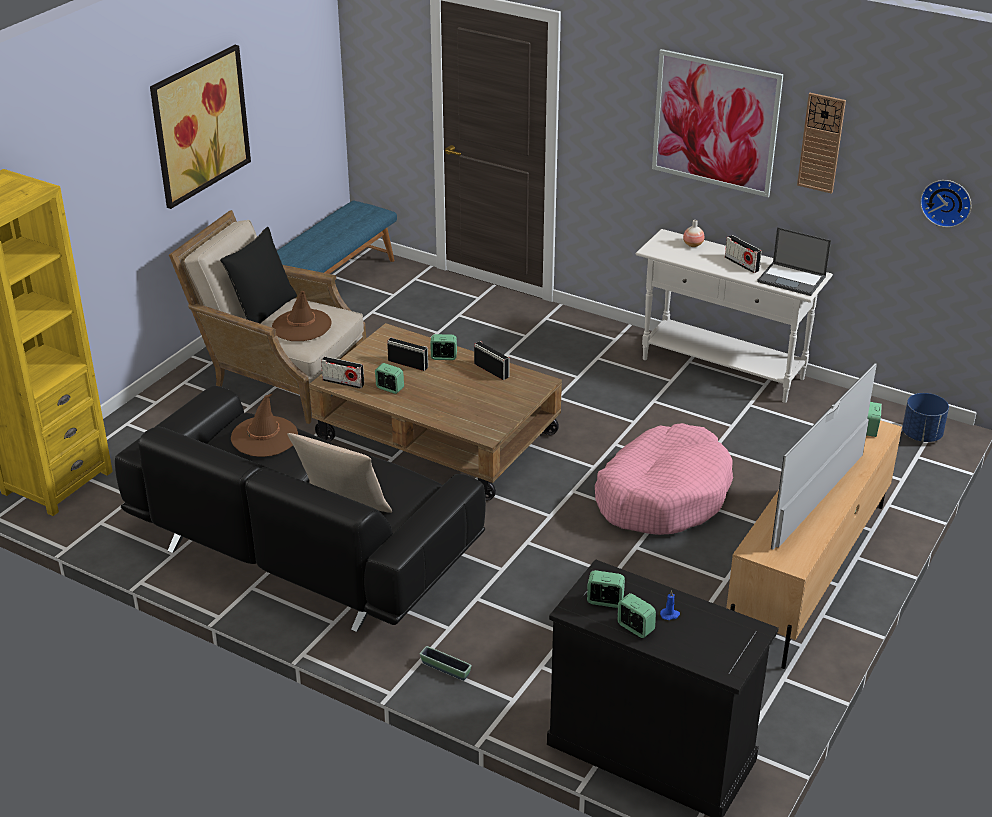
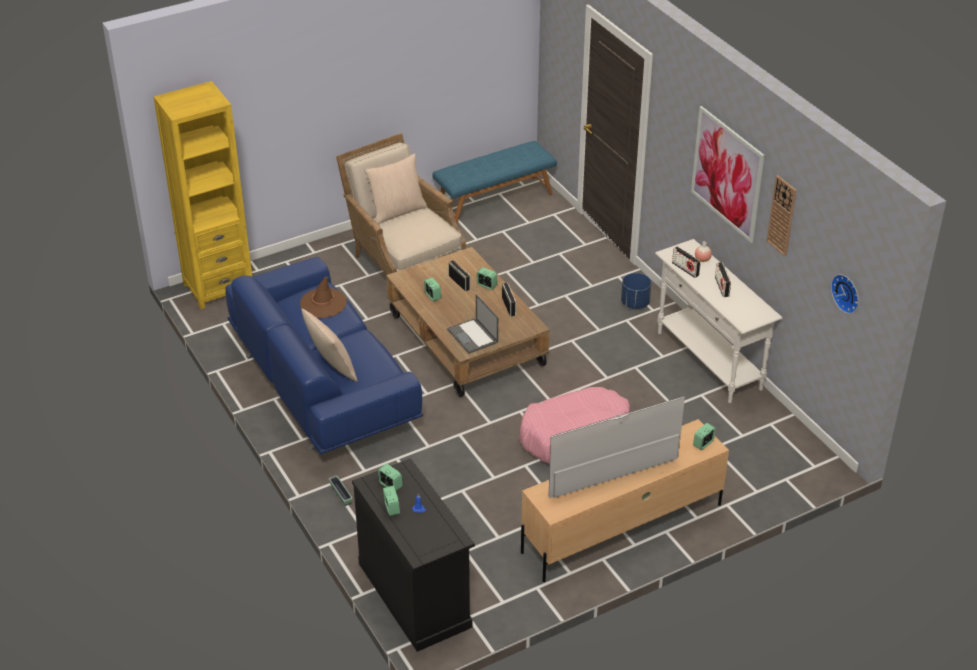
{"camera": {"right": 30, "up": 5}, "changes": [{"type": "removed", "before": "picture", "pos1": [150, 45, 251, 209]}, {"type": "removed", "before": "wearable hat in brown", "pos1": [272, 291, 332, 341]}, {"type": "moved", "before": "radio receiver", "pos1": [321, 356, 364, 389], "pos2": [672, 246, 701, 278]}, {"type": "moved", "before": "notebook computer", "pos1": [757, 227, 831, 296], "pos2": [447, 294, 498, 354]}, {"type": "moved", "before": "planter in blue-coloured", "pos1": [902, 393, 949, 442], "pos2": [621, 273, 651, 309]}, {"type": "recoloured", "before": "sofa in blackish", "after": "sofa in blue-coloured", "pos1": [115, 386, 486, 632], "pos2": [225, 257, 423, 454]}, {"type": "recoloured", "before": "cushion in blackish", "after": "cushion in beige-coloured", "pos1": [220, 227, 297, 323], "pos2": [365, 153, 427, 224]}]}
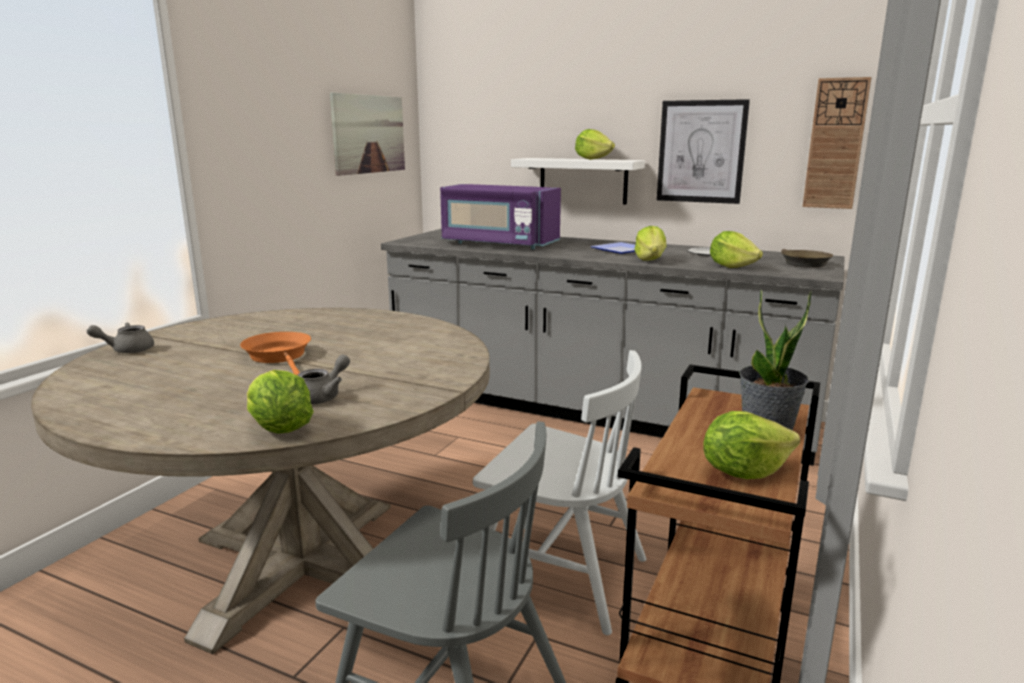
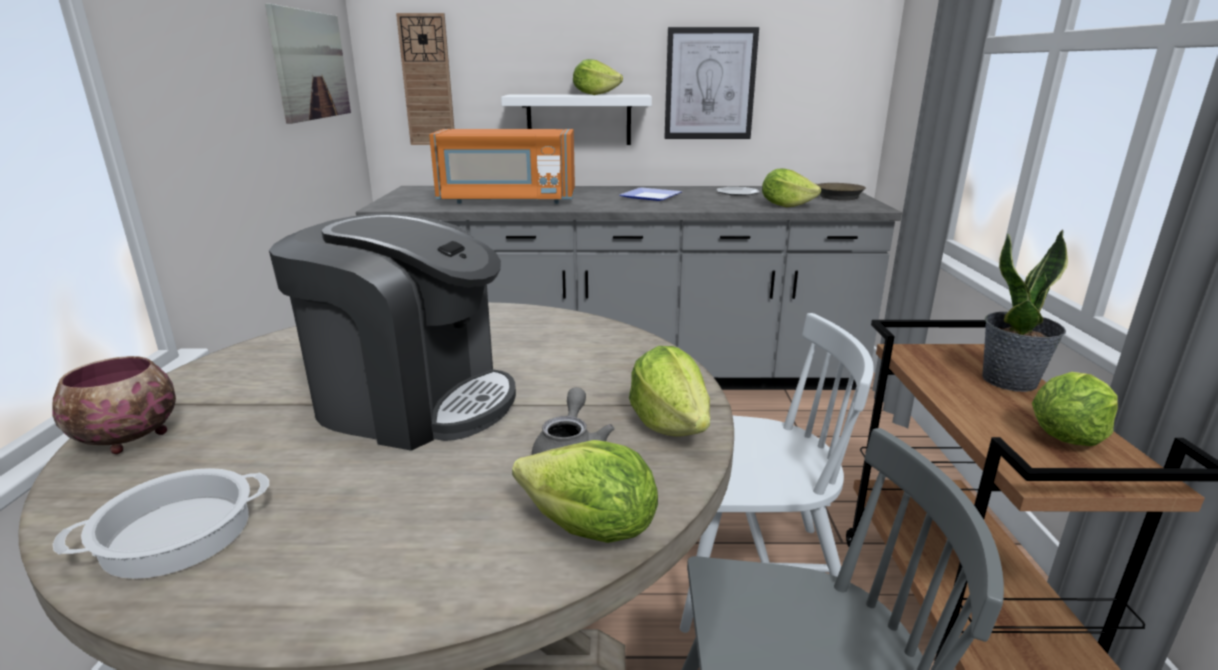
{"camera": {"right": -25, "up": 5}, "changes": [{"type": "added", "after": "saucepot", "pos2": [53, 468, 269, 579]}, {"type": "moved", "before": "lettuce", "pos1": [634, 226, 666, 261], "pos2": [629, 346, 710, 436]}, {"type": "moved", "before": "wall clock", "pos1": [803, 77, 871, 209], "pos2": [396, 13, 454, 145]}, {"type": "replaced", "before": "teapot in grey", "after": "deep dish", "pos1": [87, 323, 154, 353], "pos2": [52, 356, 176, 454]}, {"type": "replaced", "before": "pan in orangey", "after": "coffee maker", "pos1": [240, 332, 311, 376], "pos2": [269, 213, 516, 451]}, {"type": "recoloured", "before": "kitchen microwave in purple-coloured", "after": "kitchen microwave in orangey", "pos1": [440, 184, 561, 249], "pos2": [429, 129, 575, 204]}]}
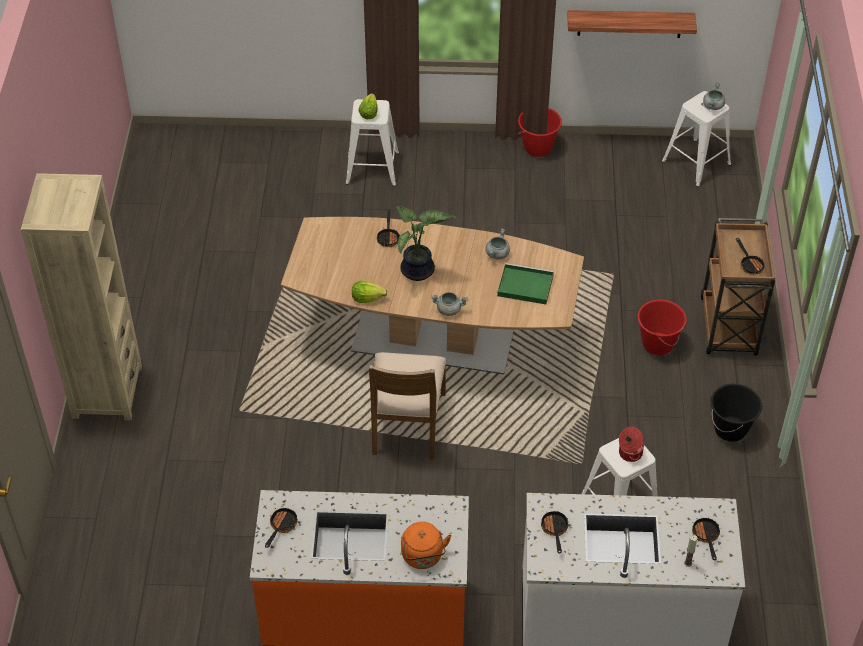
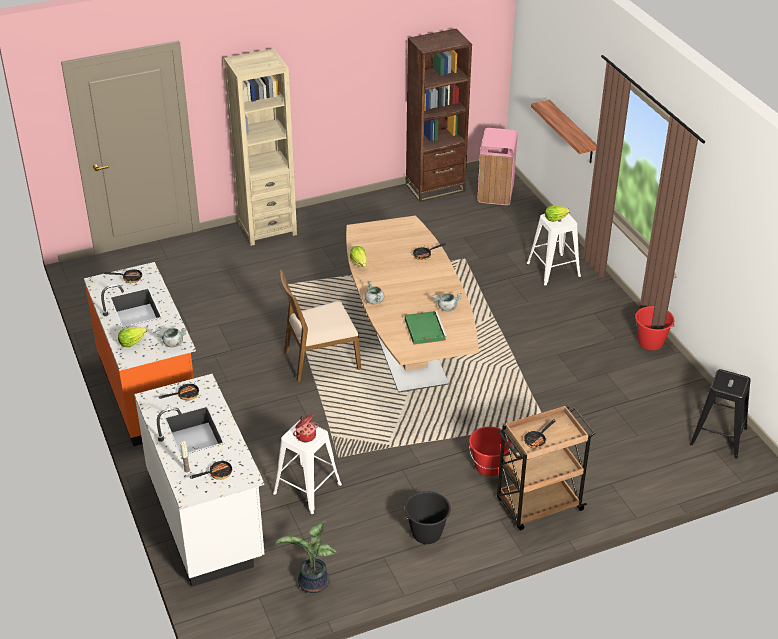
{"camera": {"right": 65, "up": -10}, "changes": [{"type": "added", "after": "bookshelf in brown", "pos2": [406, 29, 472, 202]}, {"type": "added", "after": "waste bin in pinkish", "pos2": [478, 128, 518, 205]}, {"type": "moved", "before": "plant in a pot", "pos1": [396, 206, 456, 281], "pos2": [276, 521, 336, 593]}, {"type": "moved", "before": "shelf", "pos1": [567, 10, 697, 38], "pos2": [531, 100, 597, 163]}, {"type": "moved", "before": "saucepot in grey", "pos1": [703, 82, 725, 110], "pos2": [155, 328, 187, 347]}, {"type": "replaced", "before": "tea kettle in orangey", "after": "lettuce", "pos1": [401, 522, 451, 569], "pos2": [118, 327, 147, 347]}, {"type": "recoloured", "before": "sitting stool in white-coloured", "after": "sitting stool in blackish", "pos1": [662, 91, 731, 187], "pos2": [689, 369, 751, 459]}]}
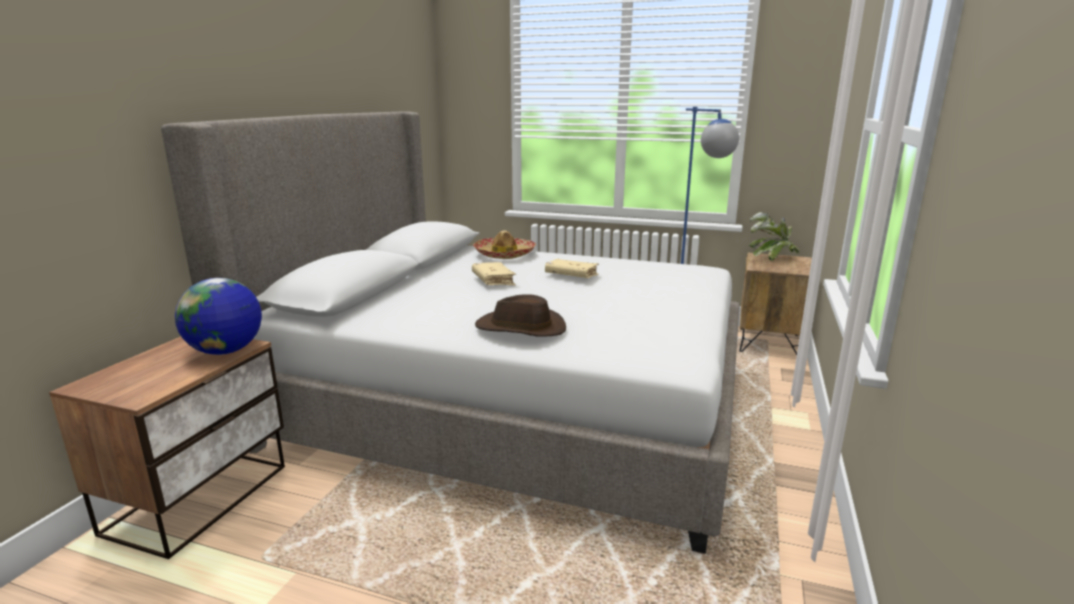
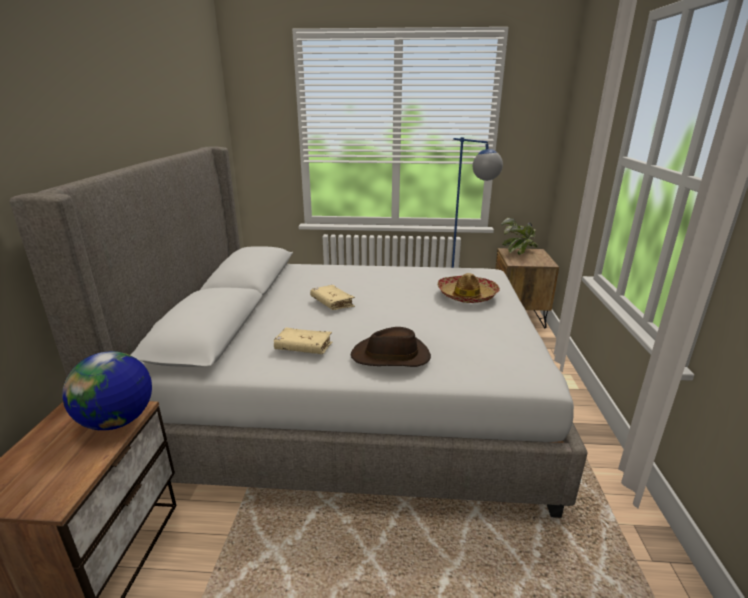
{"camera": {"right": -15, "up": 5}, "changes": [{"type": "moved", "before": "wearable hat", "pos1": [473, 230, 536, 259], "pos2": [438, 273, 500, 303]}, {"type": "moved", "before": "bound book in beige-coloured", "pos1": [545, 259, 599, 278], "pos2": [274, 327, 332, 354]}]}
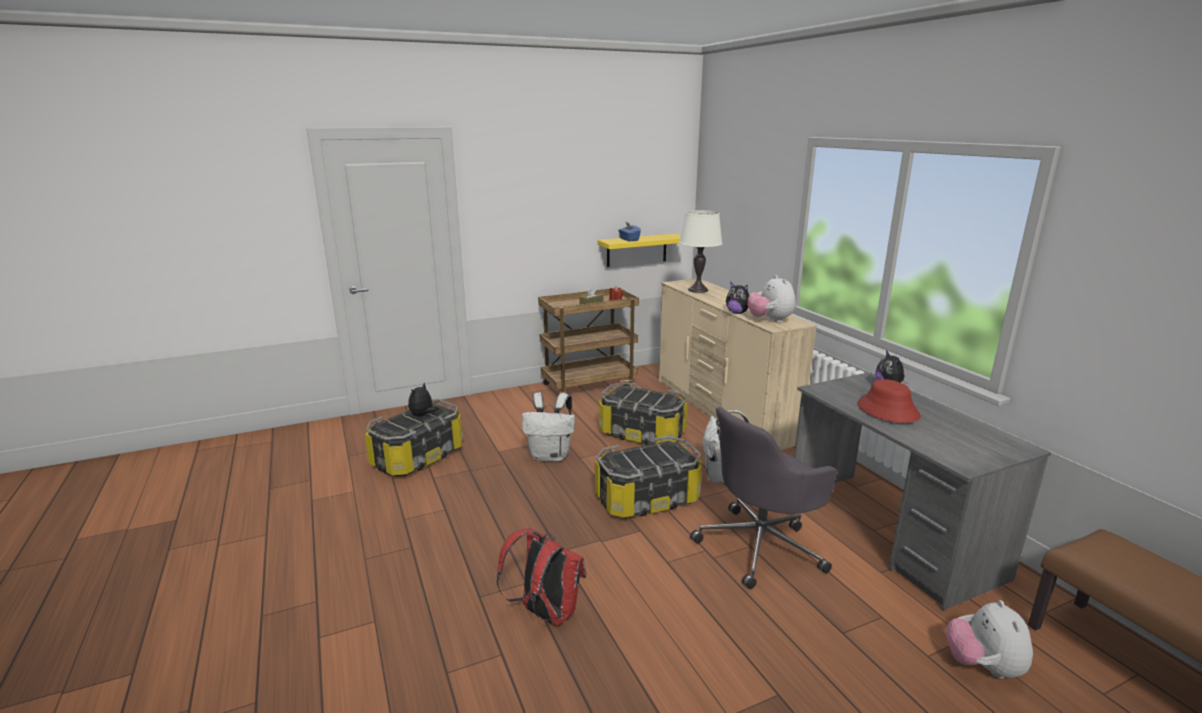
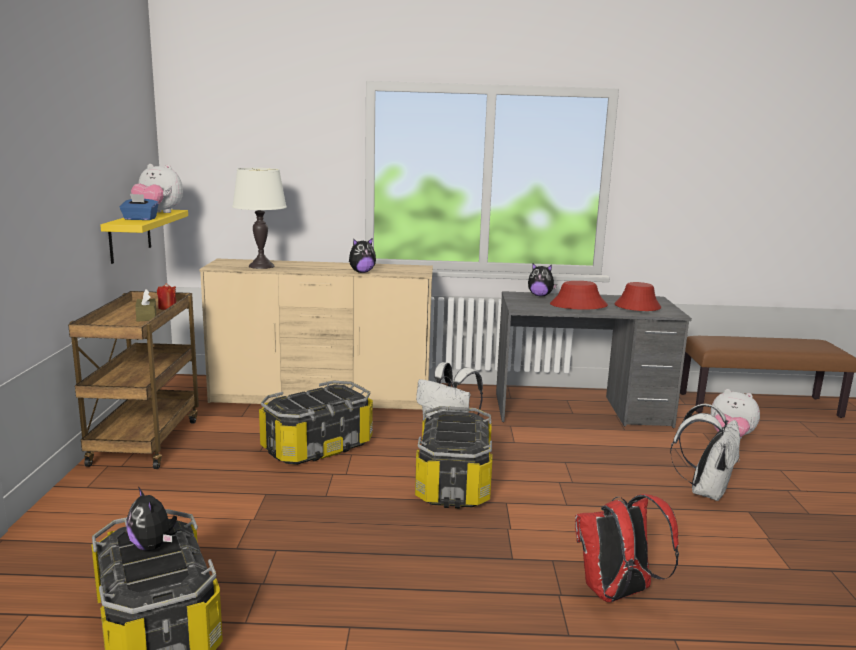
{"camera": {"right": -65, "up": -5}, "changes": [{"type": "removed", "before": "desk chair in grey", "pos1": [690, 407, 837, 589]}, {"type": "added", "after": "wearable hat in red-coloured", "pos2": [615, 282, 661, 311]}, {"type": "moved", "before": "knapsack in white-coloured", "pos1": [522, 392, 575, 462], "pos2": [670, 404, 740, 501]}, {"type": "moved", "before": "cuddly toy", "pos1": [747, 275, 795, 323], "pos2": [131, 164, 183, 213]}]}
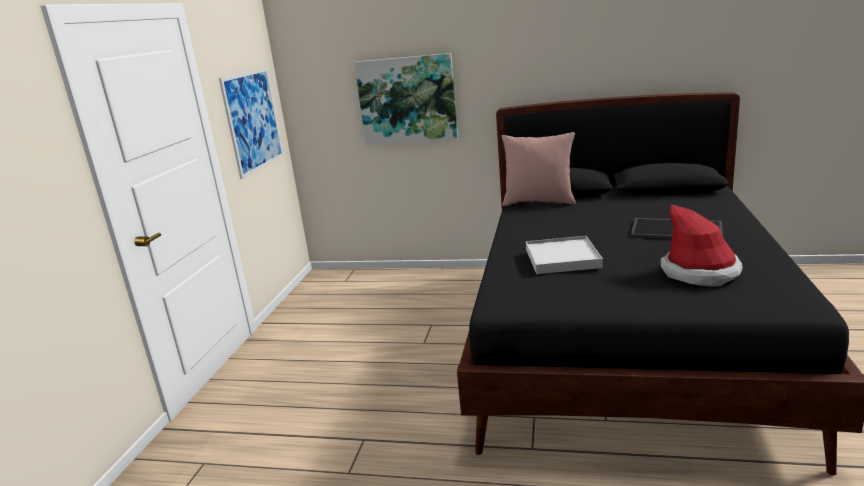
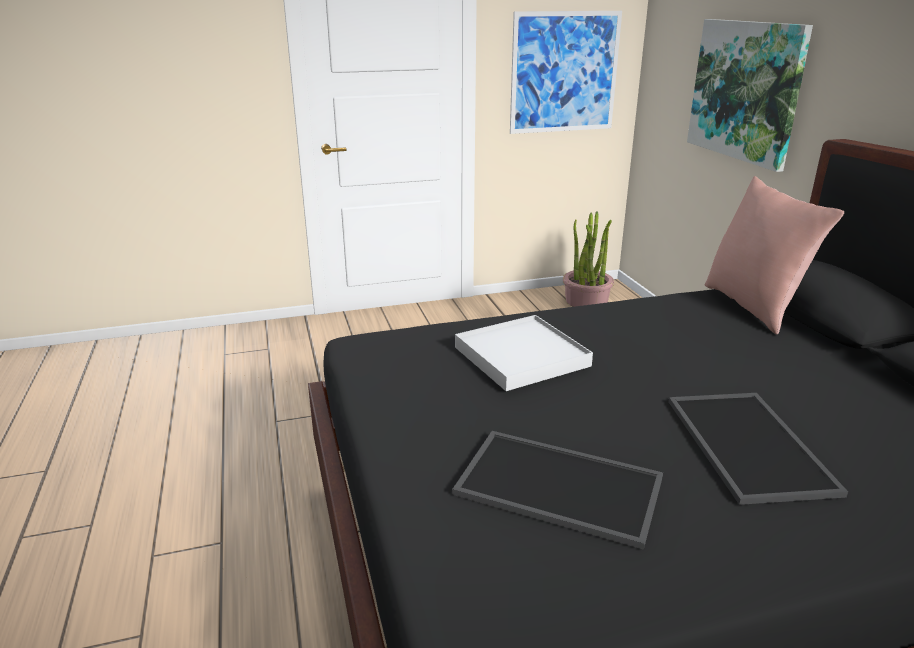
{"camera": {"right": 60, "up": 5}, "changes": [{"type": "added", "after": "plant in a pot", "pos2": [563, 212, 614, 307]}, {"type": "replaced", "before": "wearable hat", "after": "tray", "pos1": [661, 204, 743, 287], "pos2": [452, 431, 663, 550]}]}
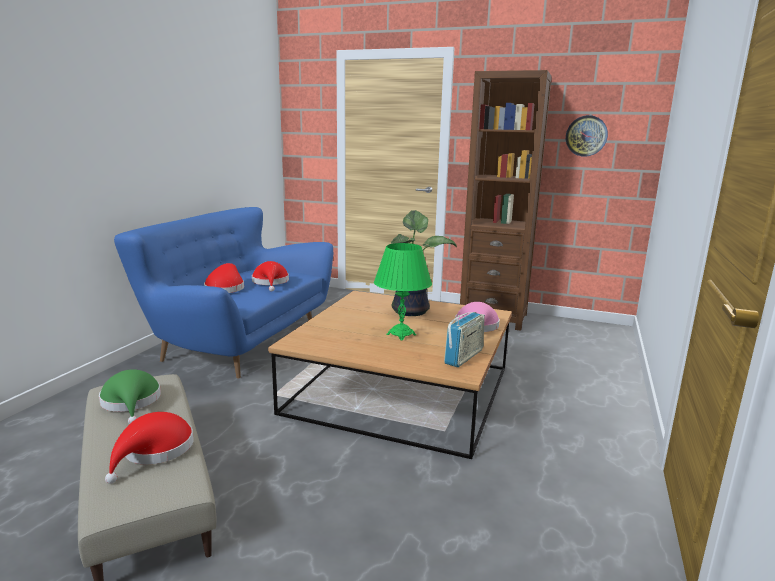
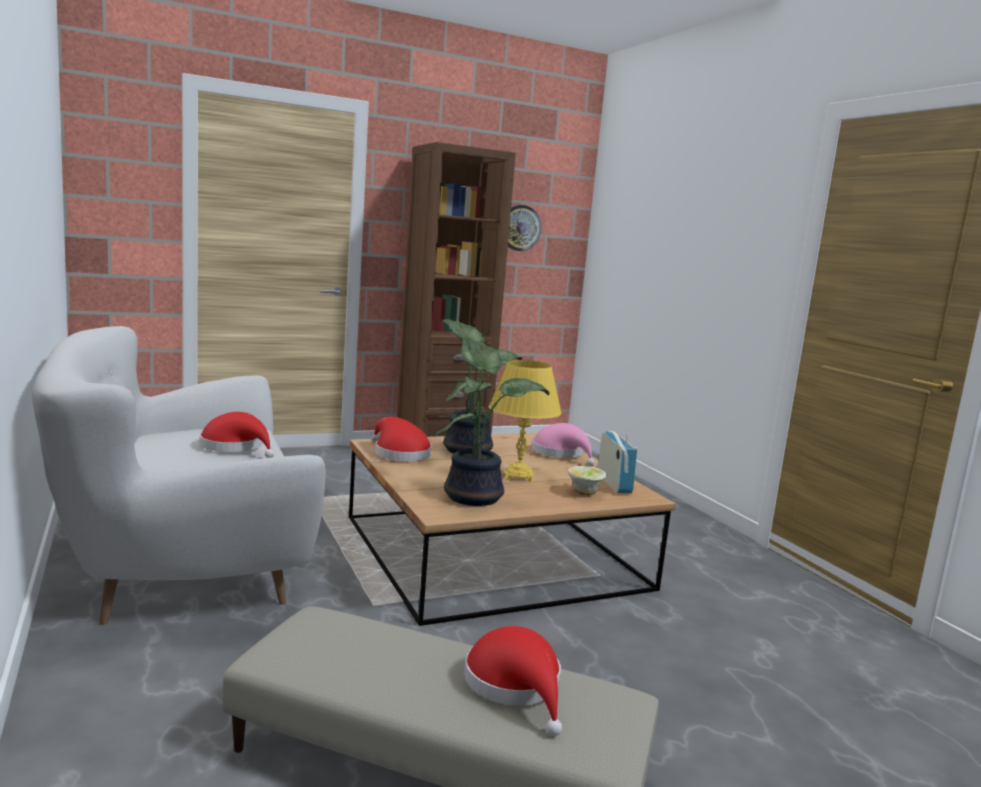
{"camera": {"right": -45, "up": -5}, "changes": [{"type": "removed", "before": "wearable hat in green", "pos1": [99, 369, 161, 424]}, {"type": "added", "after": "plant in a pot", "pos2": [436, 338, 550, 506]}, {"type": "added", "after": "deep dish", "pos2": [568, 466, 607, 496]}, {"type": "moved", "before": "wearable hat in red-coloured", "pos1": [204, 263, 244, 293], "pos2": [371, 417, 432, 461]}, {"type": "recoloured", "before": "sofa in blue-coloured", "after": "sofa in white-coloured", "pos1": [114, 207, 333, 379], "pos2": [32, 326, 326, 625]}, {"type": "recoloured", "before": "table lamp in green", "after": "table lamp in yellowish", "pos1": [374, 243, 432, 341], "pos2": [489, 360, 562, 482]}]}
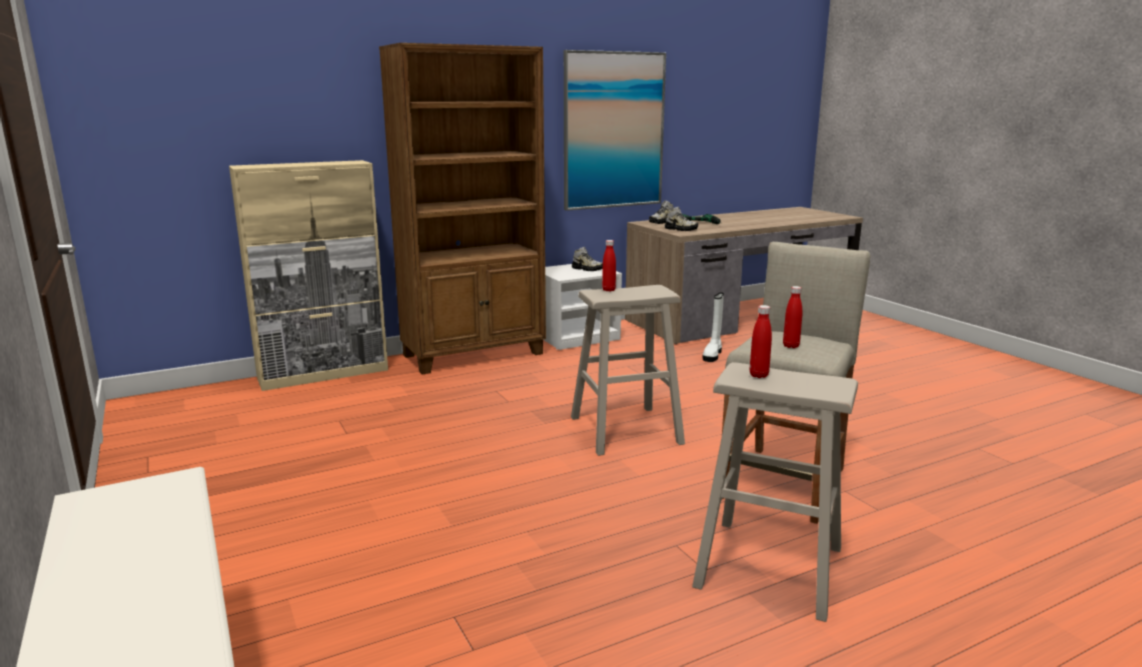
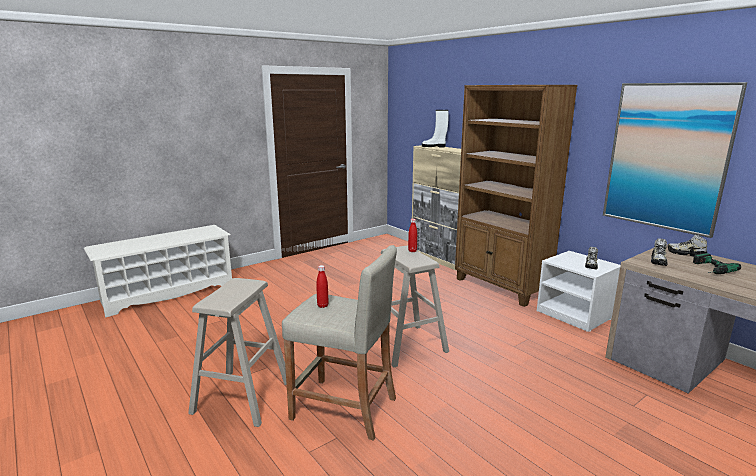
{"camera": {"right": 80, "up": 0}, "changes": [{"type": "removed", "before": "bottle in red-coloured", "pos1": [750, 305, 772, 378]}, {"type": "moved", "before": "high-top boot in white-coloured", "pos1": [703, 293, 724, 362], "pos2": [422, 110, 448, 147]}]}
